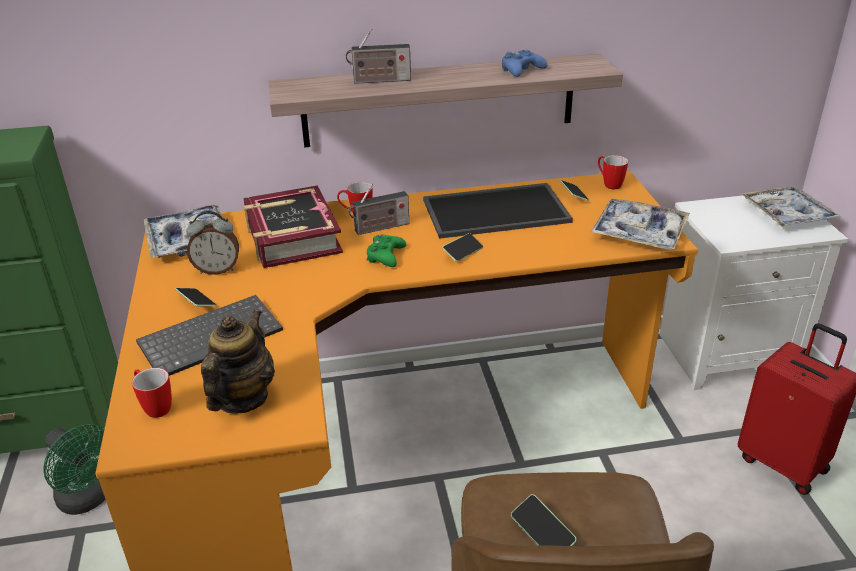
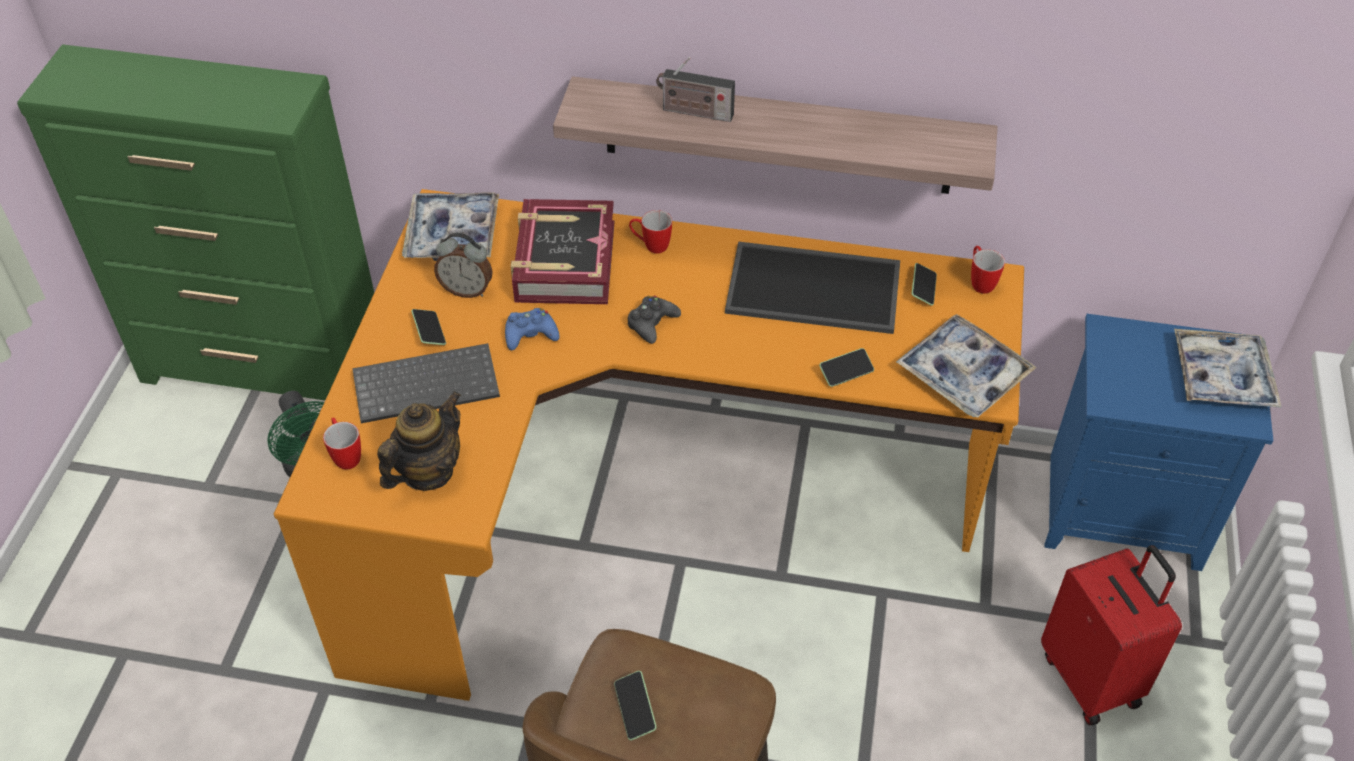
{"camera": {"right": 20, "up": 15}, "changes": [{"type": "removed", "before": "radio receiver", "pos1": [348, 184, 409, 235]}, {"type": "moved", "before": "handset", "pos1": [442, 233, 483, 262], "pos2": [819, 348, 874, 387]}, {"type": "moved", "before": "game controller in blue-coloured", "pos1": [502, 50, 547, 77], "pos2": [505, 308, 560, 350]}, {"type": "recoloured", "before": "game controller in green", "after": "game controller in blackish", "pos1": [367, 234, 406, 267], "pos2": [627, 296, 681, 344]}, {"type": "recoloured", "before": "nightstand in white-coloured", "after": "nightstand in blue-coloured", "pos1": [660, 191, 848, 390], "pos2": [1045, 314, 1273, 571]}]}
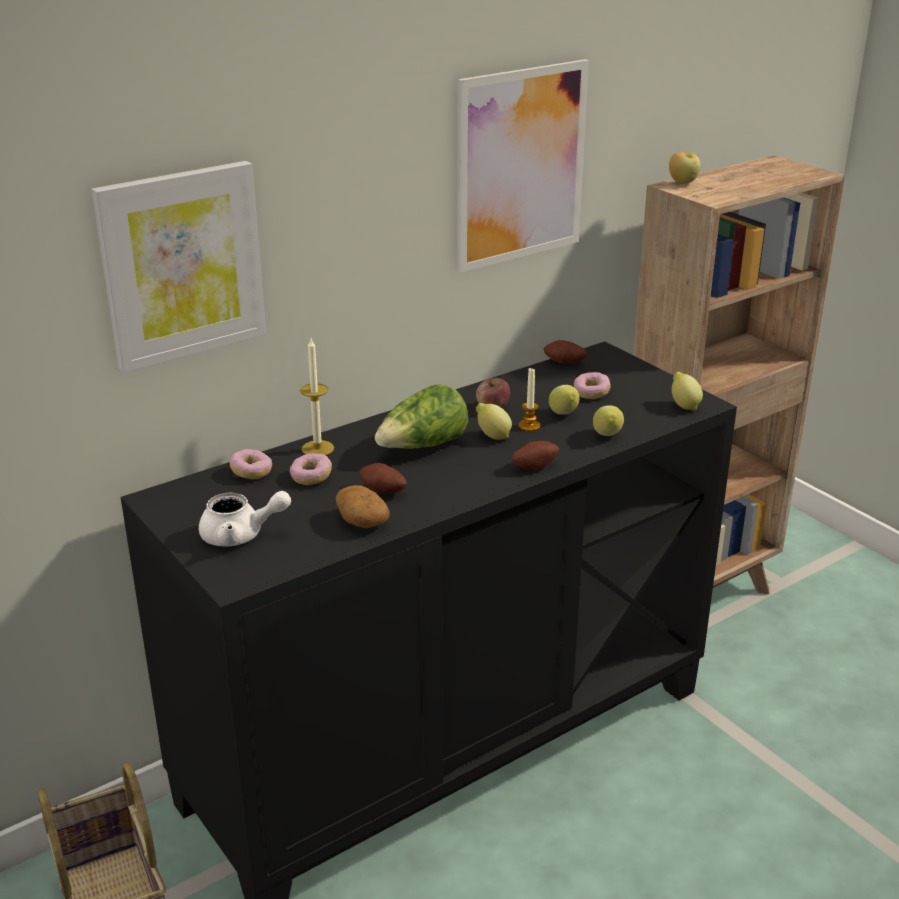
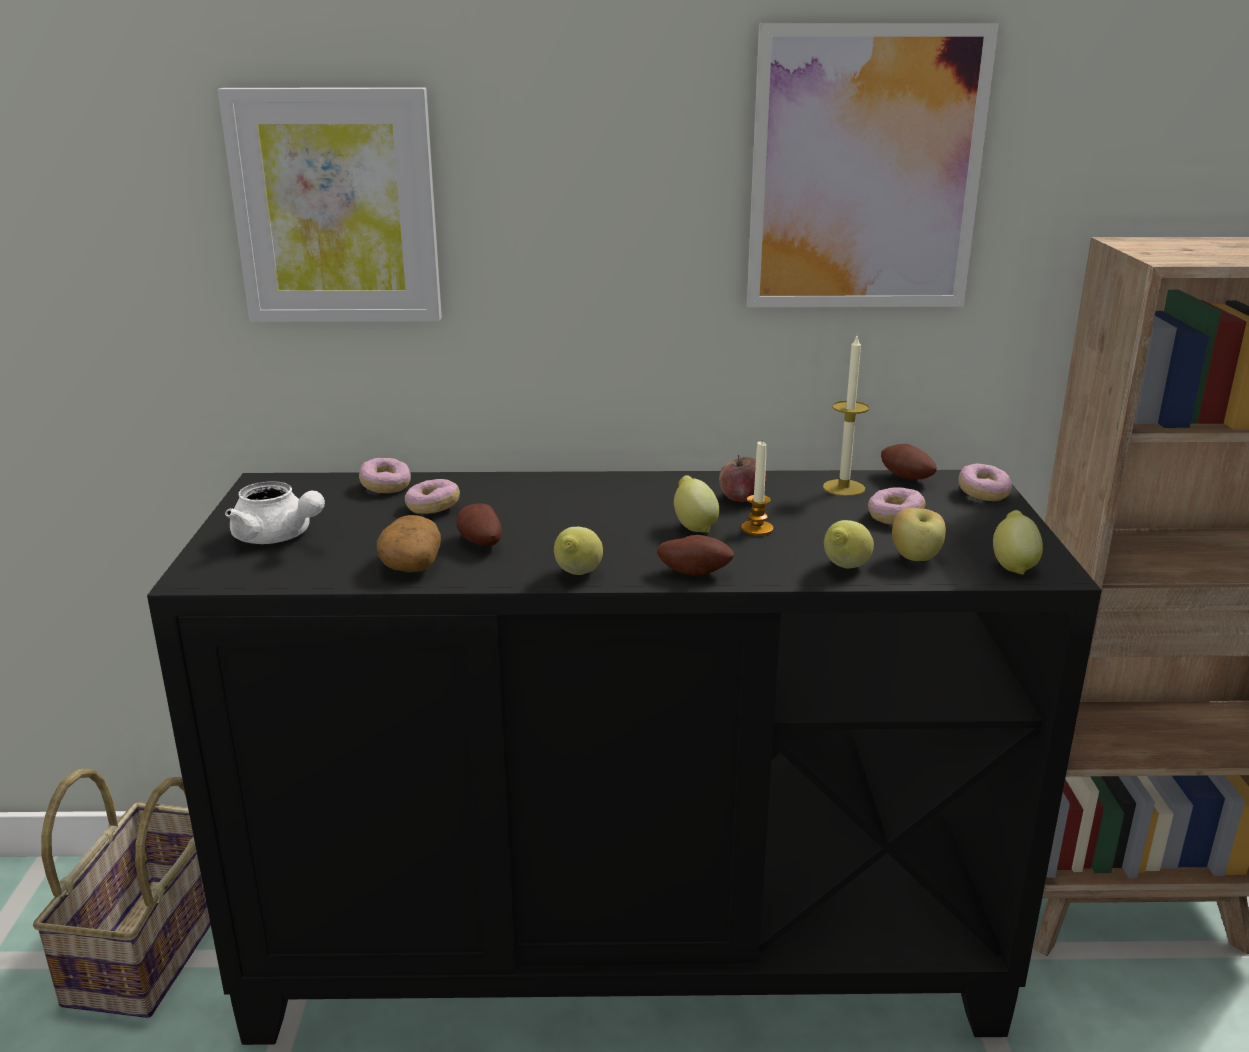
{"camera": {"right": 35, "up": -5}, "changes": [{"type": "removed", "before": "lettuce", "pos1": [375, 384, 468, 449]}, {"type": "added", "after": "ring doughnut", "pos2": [958, 464, 1012, 501]}, {"type": "moved", "before": "wax light", "pos1": [300, 339, 334, 455], "pos2": [823, 336, 870, 496]}, {"type": "moved", "before": "whole lemon", "pos1": [549, 385, 580, 415], "pos2": [554, 527, 603, 575]}, {"type": "moved", "before": "apple", "pos1": [669, 152, 701, 184], "pos2": [892, 508, 946, 561]}]}
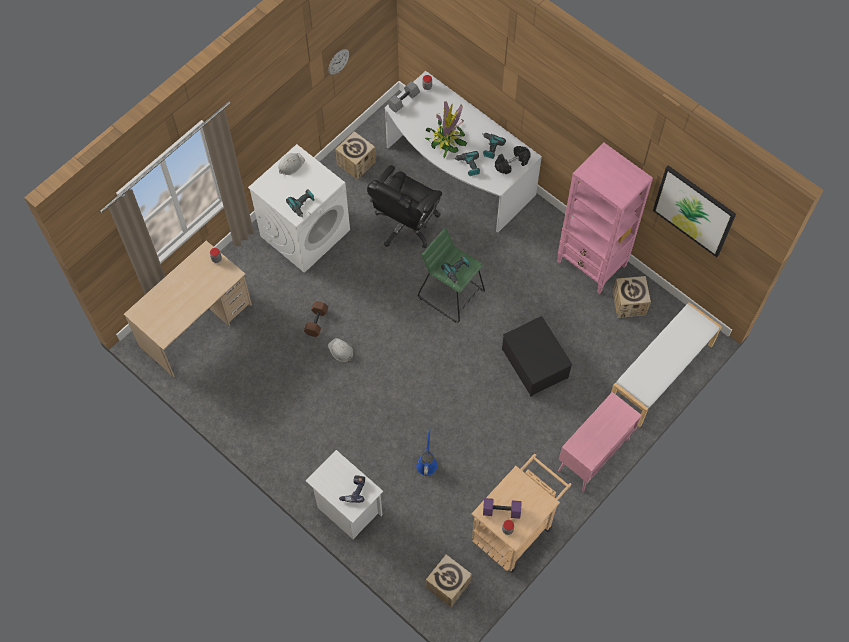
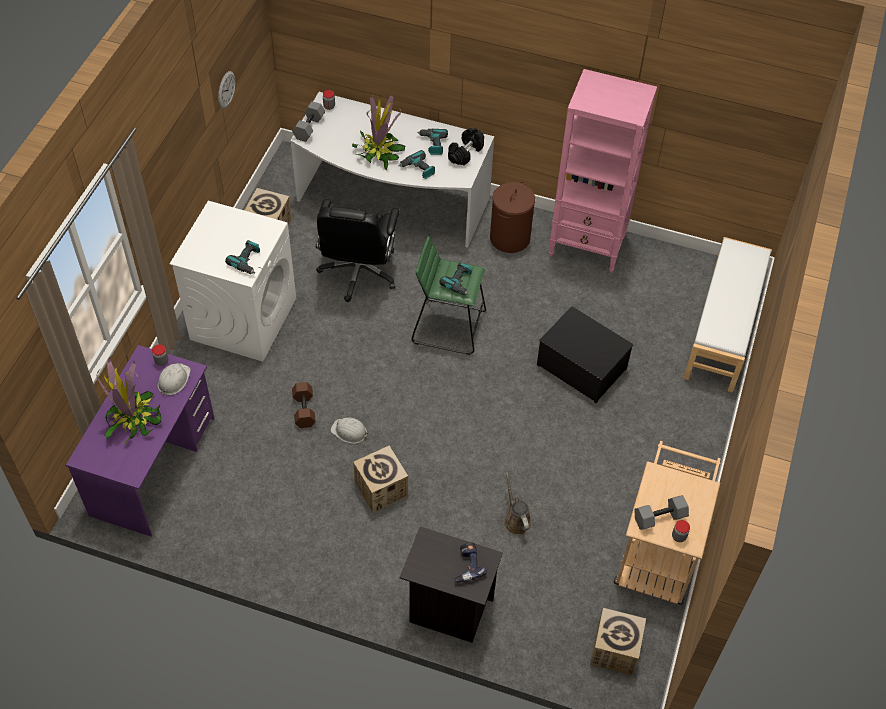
{"camera": {"right": -25, "up": -10}, "changes": [{"type": "removed", "before": "storage cabinet in pinkish", "pos1": [558, 392, 642, 492]}, {"type": "removed", "before": "picture", "pos1": [653, 165, 736, 257]}, {"type": "added", "after": "plant in a pot", "pos2": [97, 358, 161, 444]}, {"type": "added", "after": "hamper in brown", "pos2": [490, 182, 535, 253]}, {"type": "moved", "before": "hard hat in white-coloured", "pos1": [278, 153, 305, 175], "pos2": [158, 363, 191, 395]}, {"type": "moved", "before": "packing box", "pos1": [613, 276, 651, 318], "pos2": [353, 446, 408, 513]}, {"type": "recoloured", "before": "desk in beige-coloured", "after": "desk in purple-coloured", "pos1": [124, 241, 252, 378], "pos2": [66, 345, 215, 536]}, {"type": "recoloured", "before": "nightstand in white-coloured", "after": "nightstand in blackish", "pos1": [306, 450, 383, 539], "pos2": [400, 527, 503, 643]}, {"type": "recoloured", "before": "watering can in blue-coloured", "after": "watering can in brown", "pos1": [416, 428, 437, 476], "pos2": [504, 472, 531, 535]}, {"type": "recoloured", "before": "hand weight in purple-coloured", "after": "hand weight in grey", "pos1": [483, 498, 521, 519], "pos2": [634, 495, 689, 530]}]}
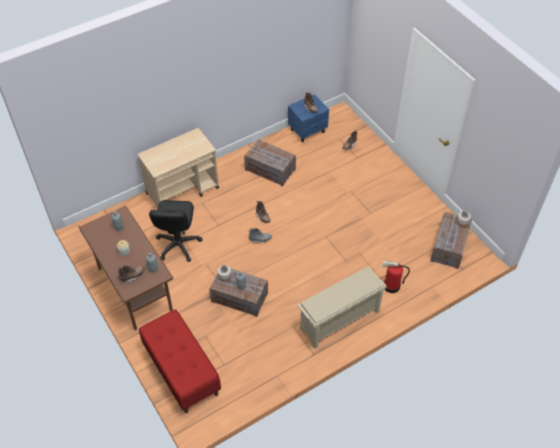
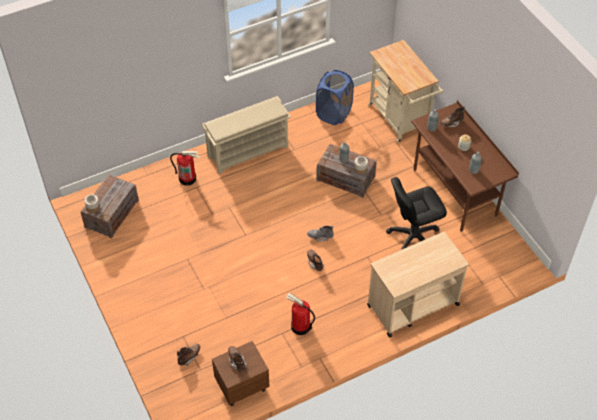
{"camera": {"right": -175, "up": 0}, "changes": [{"type": "added", "after": "hamper in blue-coloured", "pos2": [316, 70, 354, 125]}, {"type": "replaced", "before": "long seat in red-coloured", "after": "wheeled cart in beige-coloured", "pos1": [139, 310, 221, 413], "pos2": [368, 40, 443, 143]}, {"type": "replaced", "before": "crate", "after": "extinguisher", "pos1": [244, 139, 296, 187], "pos2": [286, 293, 315, 335]}, {"type": "recoloured", "before": "nightstand in blue-coloured", "after": "nightstand in brown", "pos1": [288, 94, 329, 143], "pos2": [212, 341, 270, 406]}, {"type": "turned", "before": "desk chair in blackish", "pos1": [149, 200, 203, 262], "pos2": [386, 177, 447, 250], "turn": -120}]}
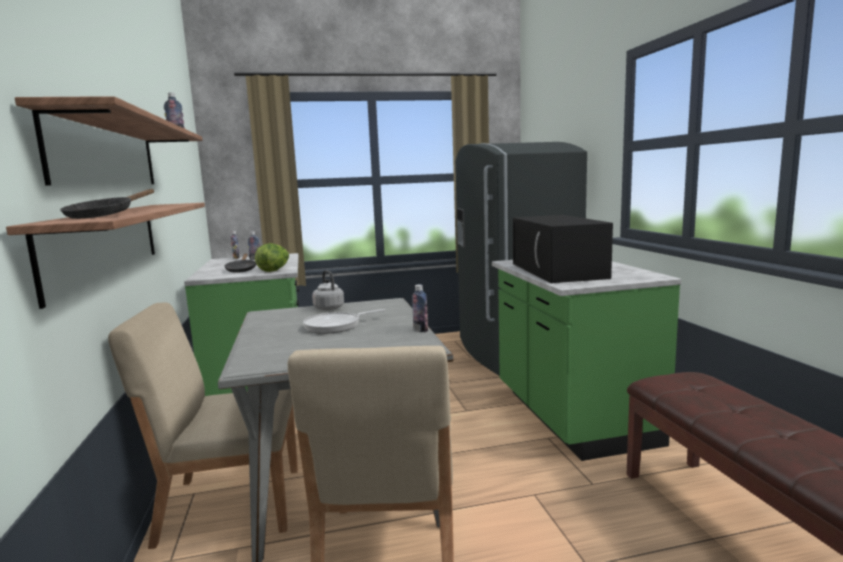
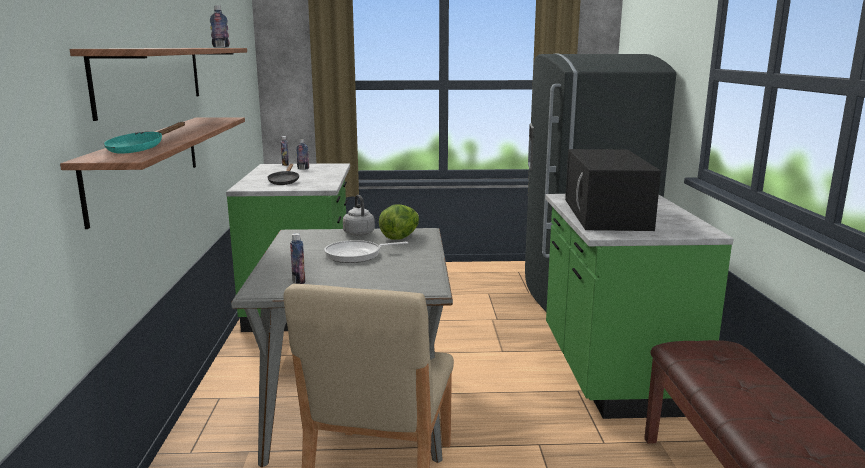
{"camera": {"right": 10, "up": 5}, "changes": [{"type": "removed", "before": "chair in beige-coloured", "pos1": [108, 303, 298, 549]}, {"type": "moved", "before": "lettuce", "pos1": [255, 243, 289, 272], "pos2": [379, 204, 419, 240]}, {"type": "moved", "before": "bottle", "pos1": [412, 284, 428, 332], "pos2": [290, 233, 305, 284]}, {"type": "recoloured", "before": "pan in blackish", "after": "pan in turquoise-coloured", "pos1": [60, 189, 154, 219], "pos2": [104, 122, 185, 154]}]}
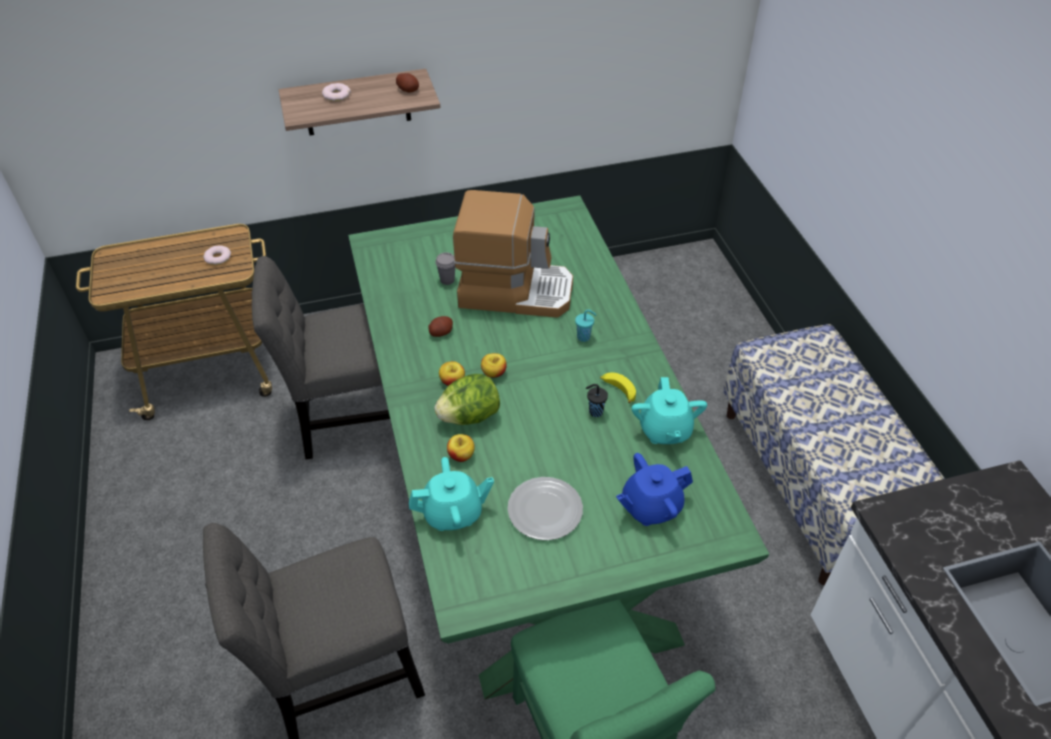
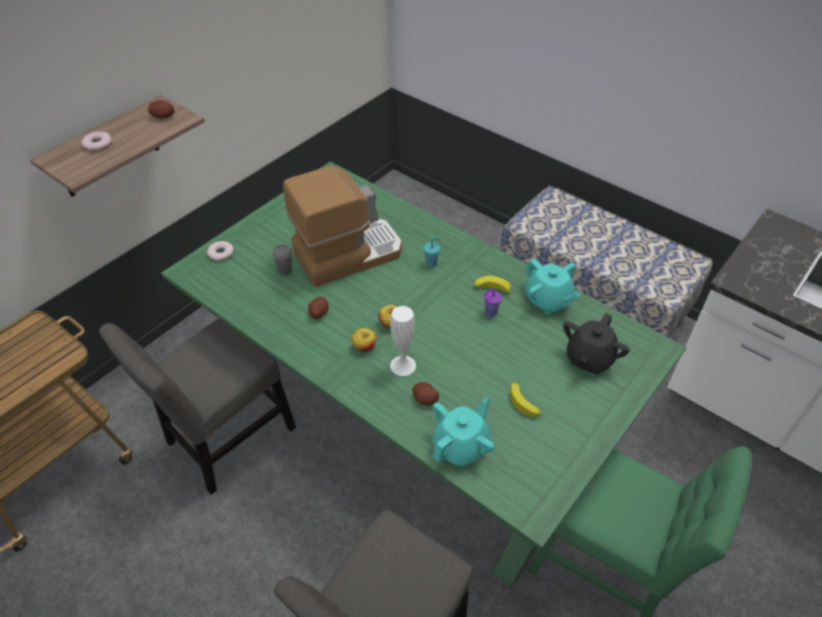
{"camera": {"right": -35, "up": 0}, "changes": [{"type": "moved", "before": "ring doughnut", "pos1": [203, 246, 231, 265], "pos2": [207, 241, 234, 261]}, {"type": "replaced", "before": "lettuce", "after": "vase in white-coloured", "pos1": [434, 374, 500, 425], "pos2": [390, 306, 416, 376]}, {"type": "replaced", "before": "apple", "after": "potato", "pos1": [447, 434, 475, 462], "pos2": [412, 382, 439, 405]}, {"type": "replaced", "before": "plate", "after": "whole banana", "pos1": [507, 477, 583, 540], "pos2": [510, 382, 542, 417]}, {"type": "recoloured", "before": "small cup in blackish", "after": "small cup in purple-coloured", "pos1": [586, 384, 608, 417], "pos2": [484, 288, 502, 317]}, {"type": "recoloured", "before": "teapot in blue-coloured", "after": "teapot in blackish", "pos1": [616, 453, 693, 526], "pos2": [563, 313, 630, 374]}]}
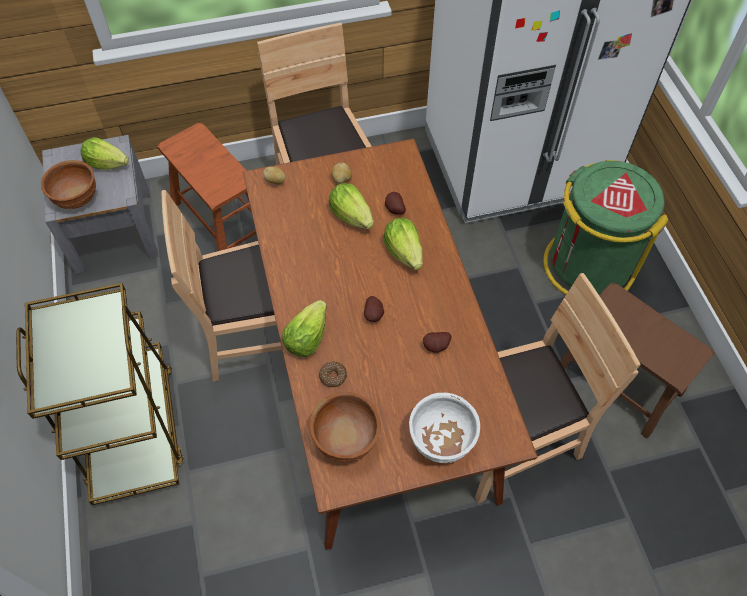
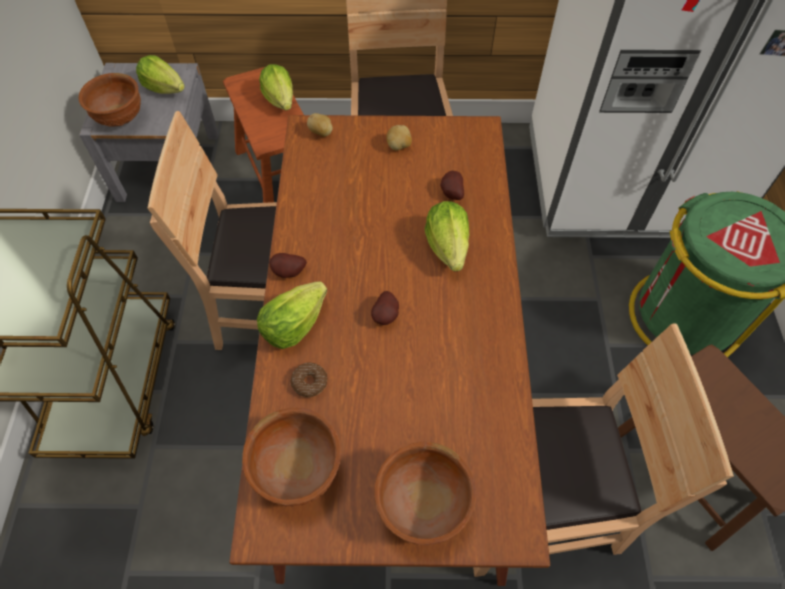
{"camera": {"right": 15, "up": 0}, "changes": [{"type": "moved", "before": "lettuce", "pos1": [329, 183, 374, 229], "pos2": [259, 64, 293, 110]}, {"type": "moved", "before": "potato", "pos1": [423, 332, 451, 353], "pos2": [269, 253, 307, 278]}, {"type": "recoloured", "before": "deep dish in white-coloured", "after": "deep dish in brown", "pos1": [409, 392, 480, 463], "pos2": [374, 441, 476, 545]}]}
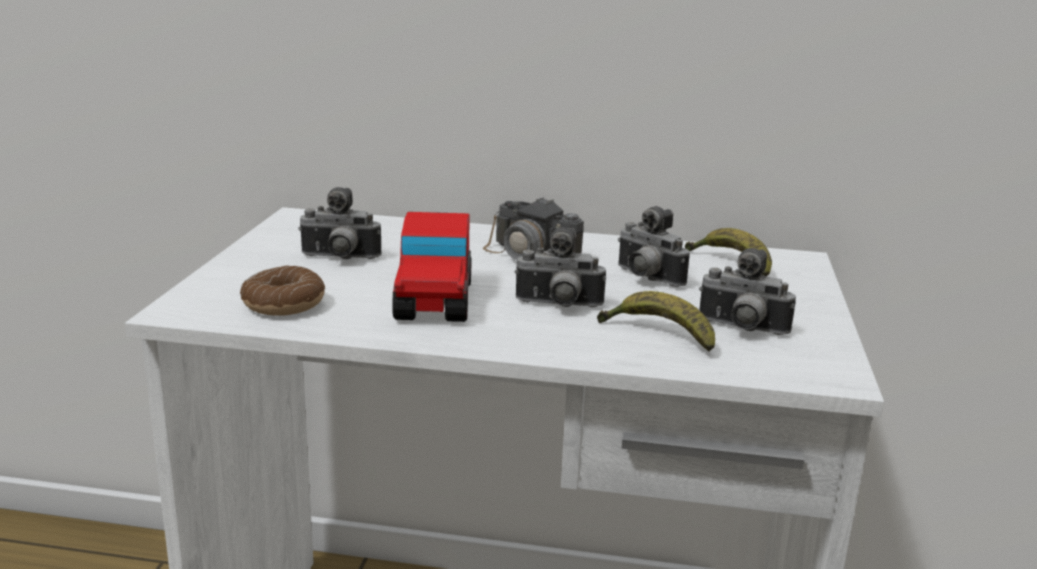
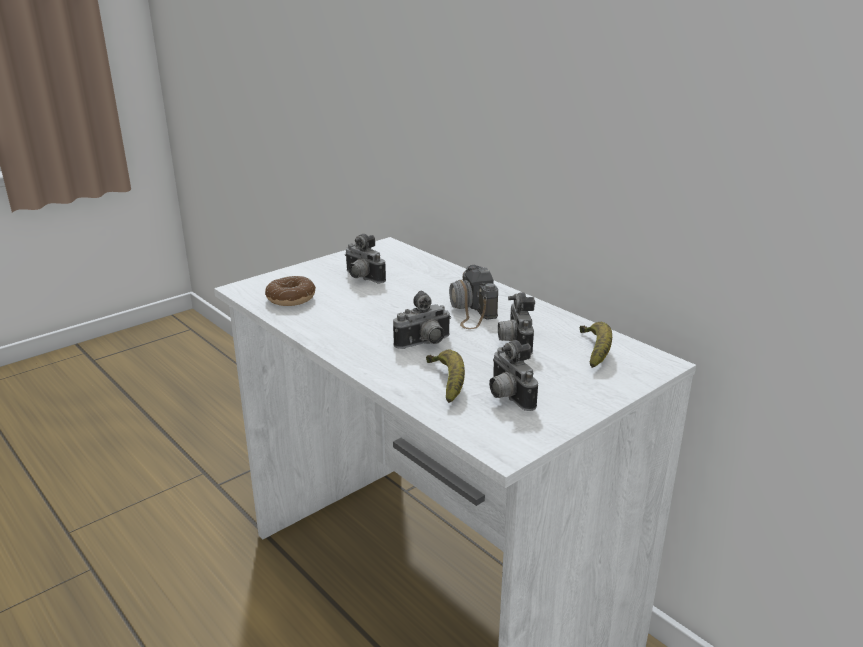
{"camera": {"right": 40, "up": 5}, "changes": [{"type": "removed", "before": "model car", "pos1": [392, 212, 471, 322]}, {"type": "turned", "before": "photo camera", "pos1": [515, 228, 607, 307], "pos2": [393, 291, 451, 349], "turn": -75}]}
